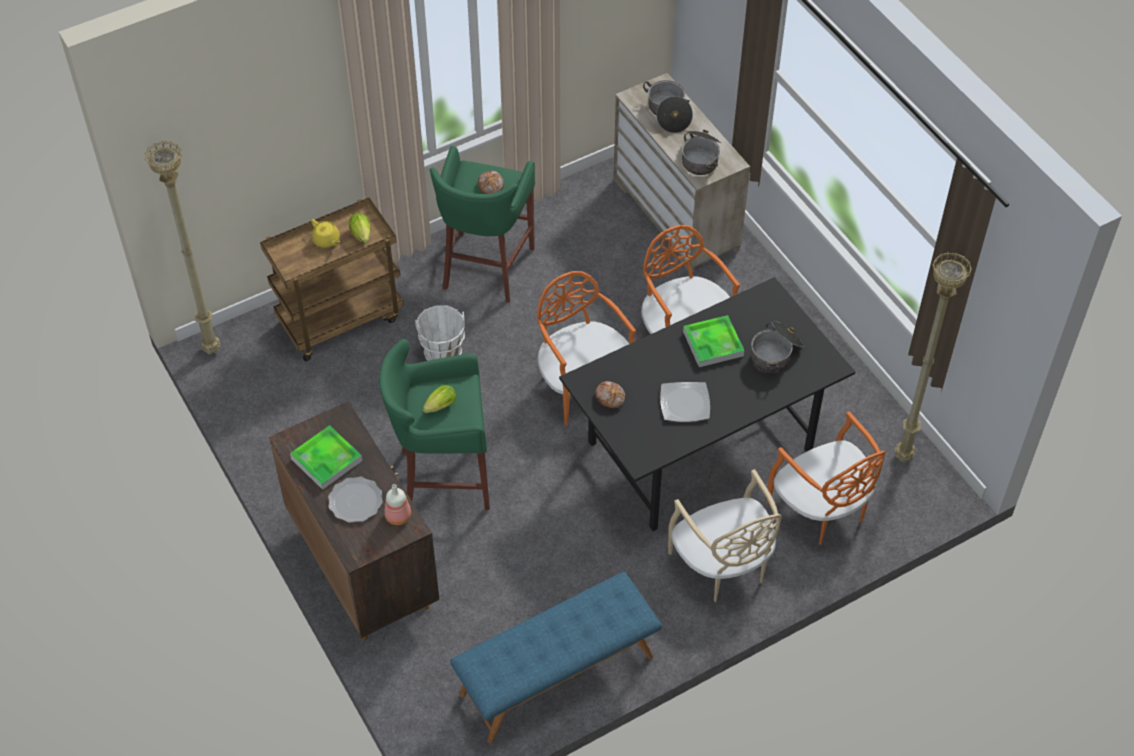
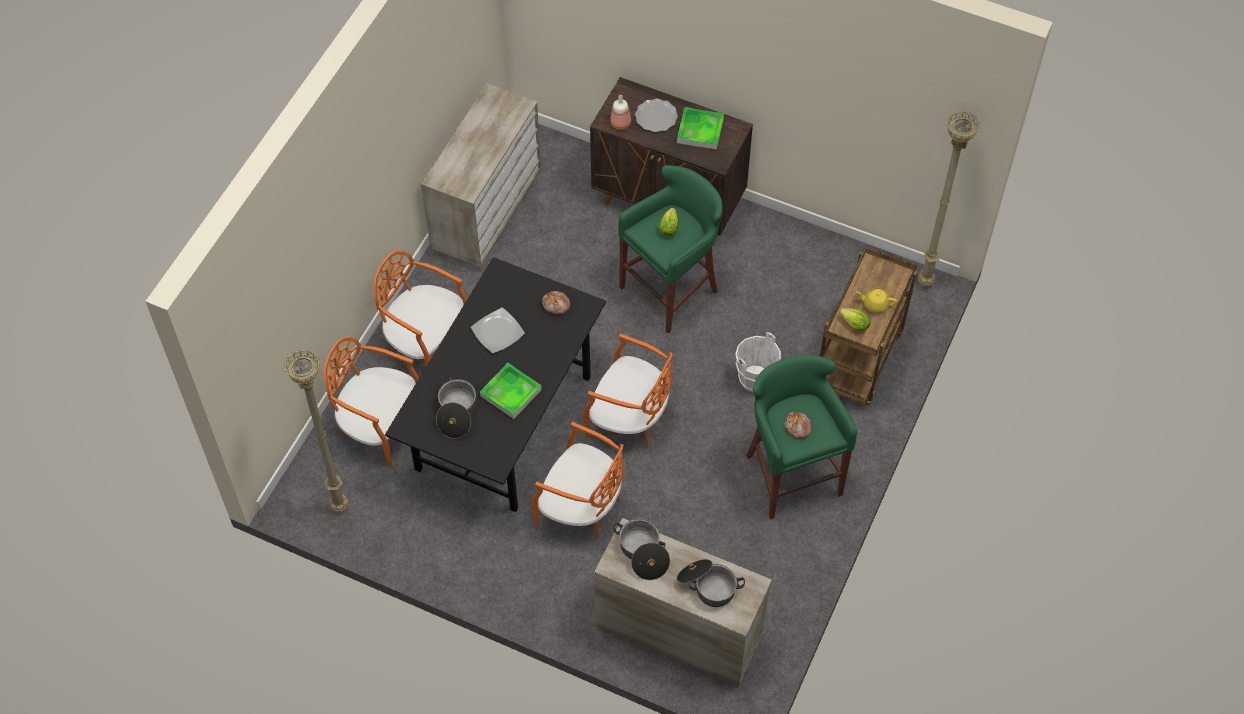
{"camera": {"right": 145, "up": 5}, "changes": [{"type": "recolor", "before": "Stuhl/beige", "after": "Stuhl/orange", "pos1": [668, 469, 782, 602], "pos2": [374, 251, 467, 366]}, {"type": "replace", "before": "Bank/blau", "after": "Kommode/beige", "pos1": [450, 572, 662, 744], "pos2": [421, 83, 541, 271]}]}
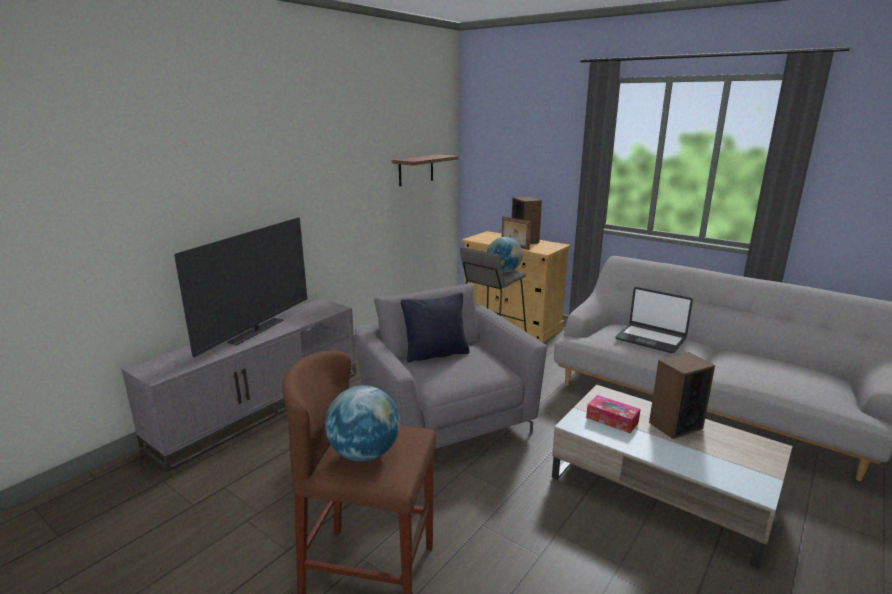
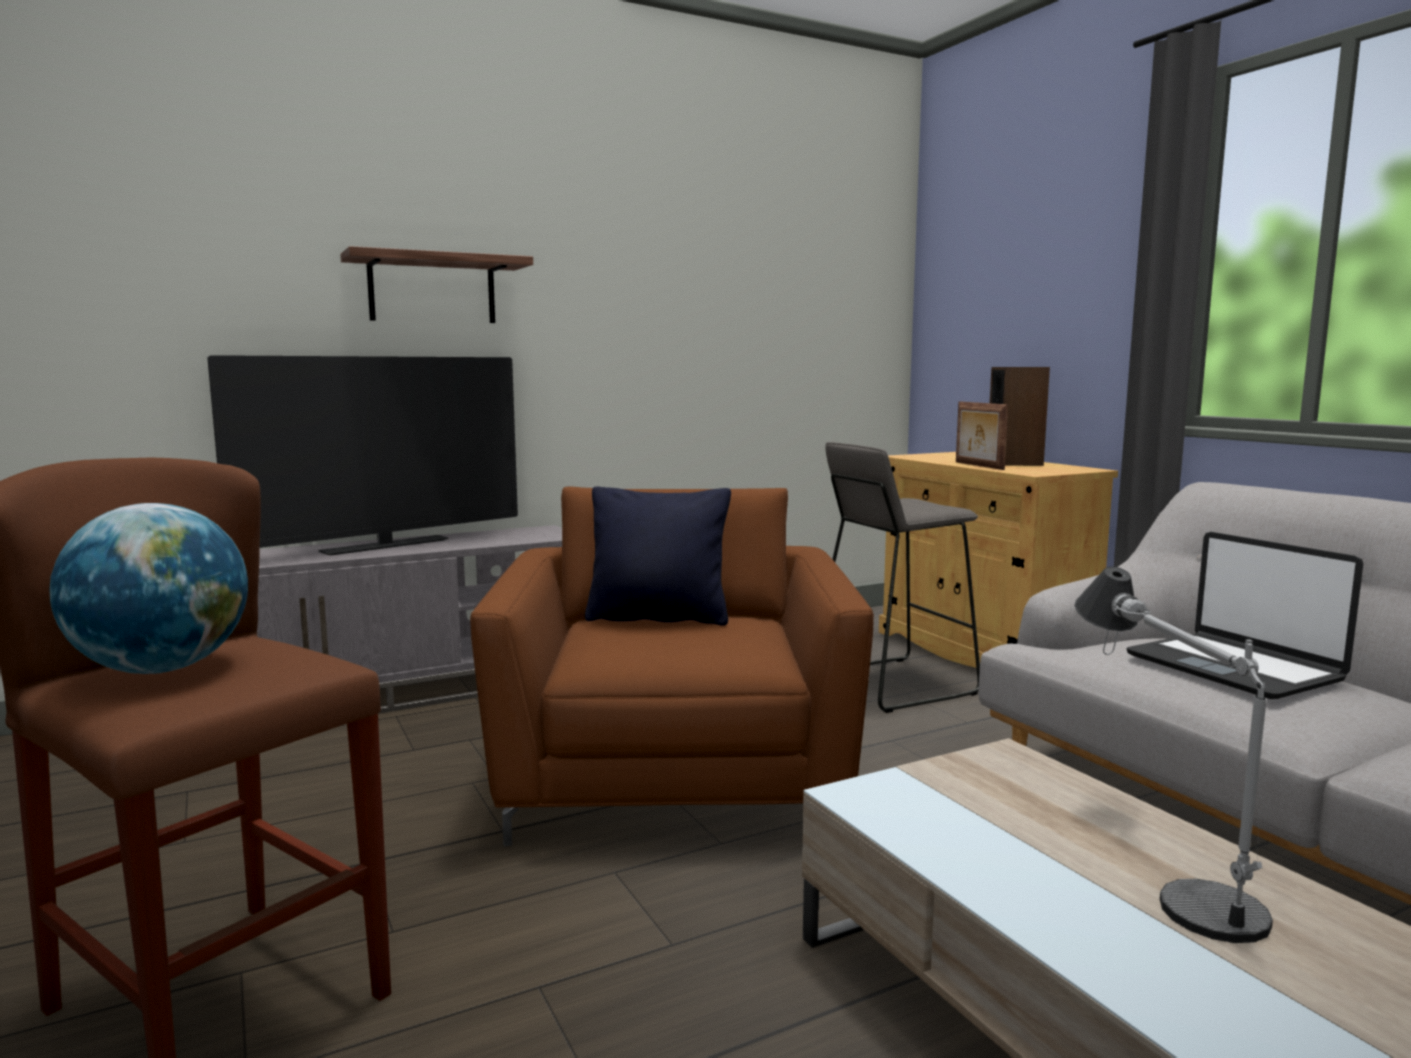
{"camera": {"right": 25, "up": -10}, "changes": [{"type": "move", "before": "Wandregal", "pos1": [392, 154, 459, 186], "pos2": [340, 246, 533, 323]}, {"type": "delete", "before": "Globus", "pos1": [487, 237, 523, 272]}, {"type": "recolor", "before": "Sessel/grau", "after": "Sessel/braun", "pos1": [355, 283, 547, 449], "pos2": [470, 487, 874, 846]}, {"type": "replace", "before": "Lautsprecher", "after": "Tischlampe", "pos1": [649, 352, 715, 439], "pos2": [1074, 566, 1273, 943]}, {"type": "delete", "before": "Taschentuchbox", "pos1": [586, 395, 641, 433]}]}
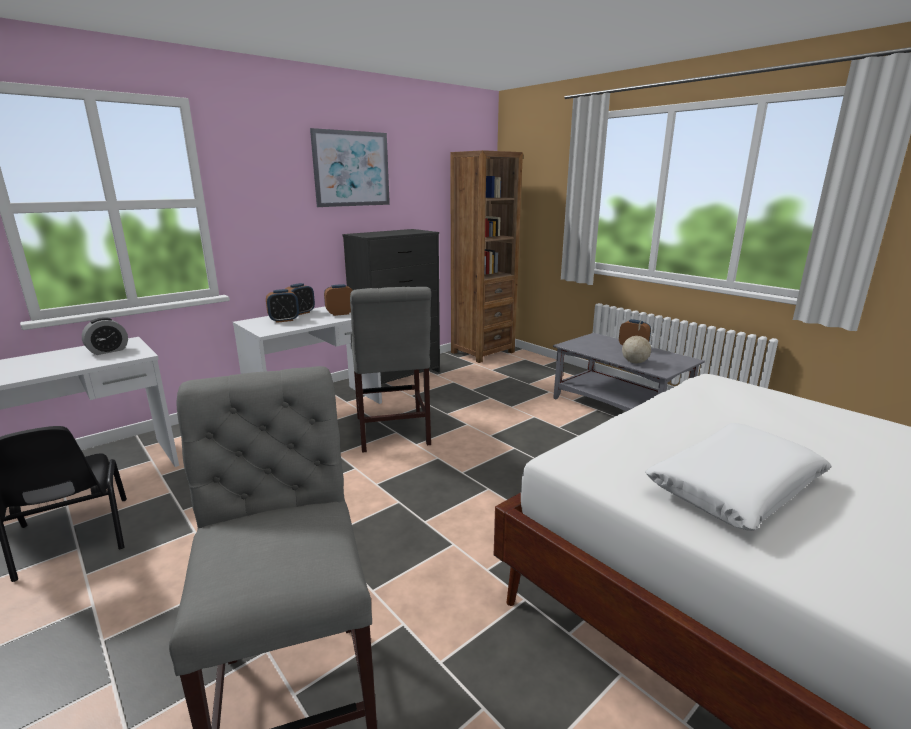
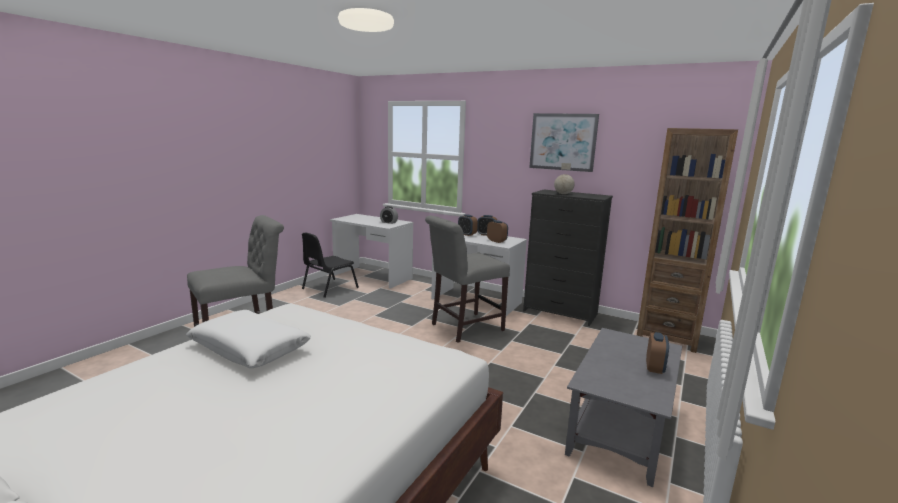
{"camera": {"right": 70, "up": -5}, "changes": [{"type": "move", "before": "Globus", "pos1": [622, 321, 651, 364], "pos2": [554, 163, 575, 194]}]}
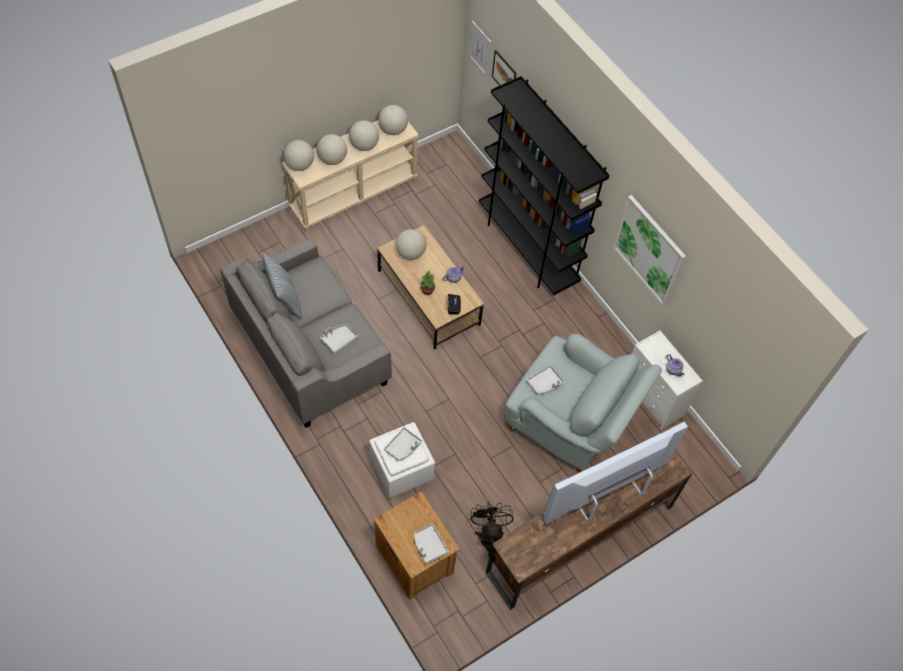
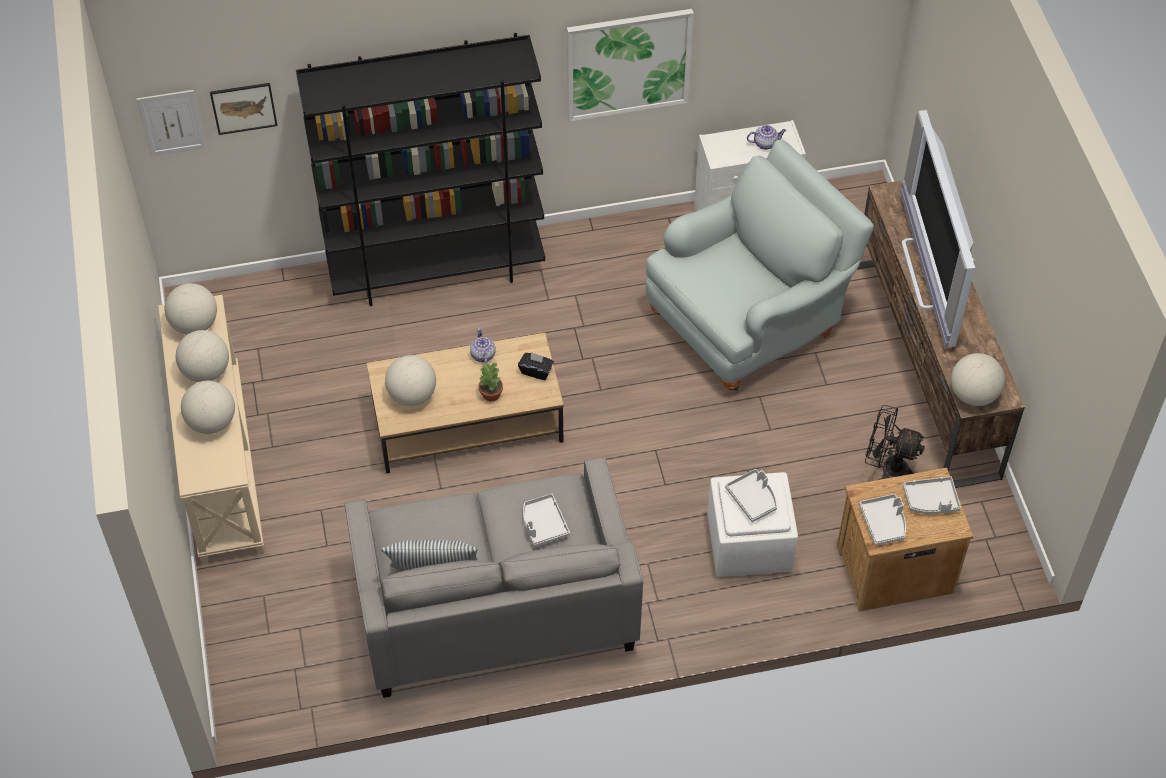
{"camera": {"right": -65, "up": -5}, "changes": [{"type": "move", "before": "Globus", "pos1": [283, 140, 314, 171], "pos2": [951, 353, 1005, 406]}, {"type": "move", "before": "Tablett/grau", "pos1": [526, 365, 564, 395], "pos2": [859, 494, 906, 545]}]}
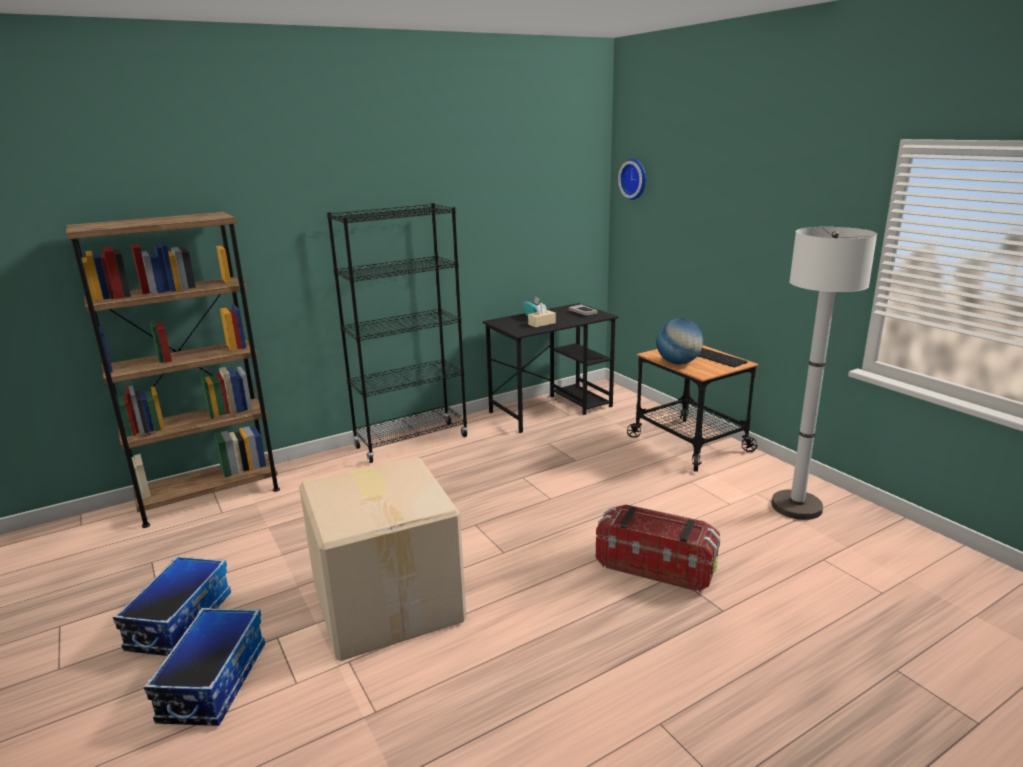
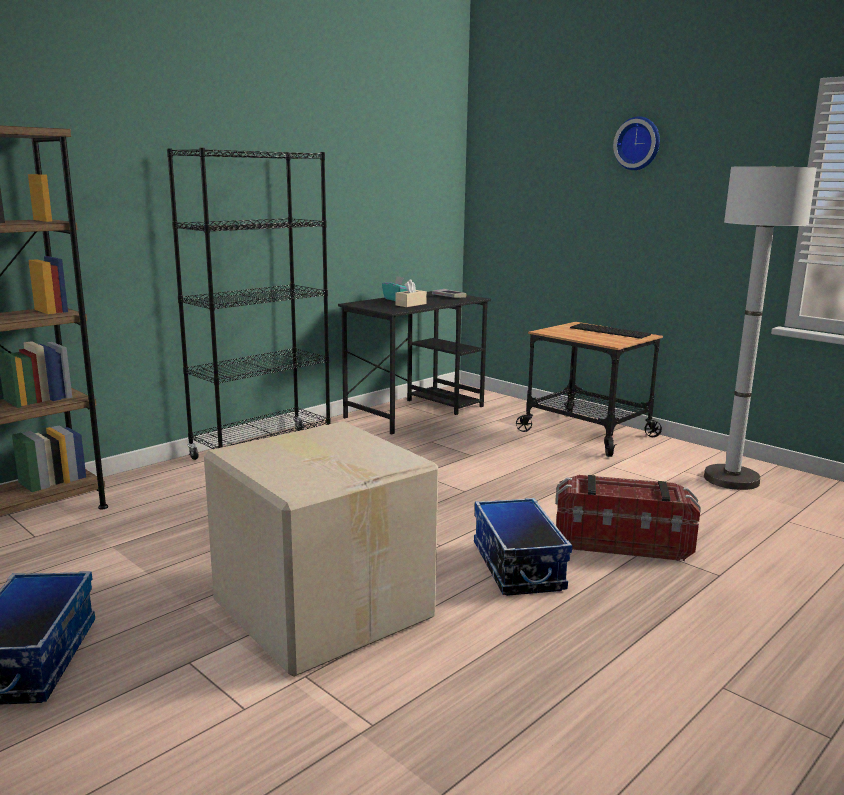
{"camera": {"right": -15, "up": -5}, "changes": [{"type": "move", "before": "Wanduhr", "pos1": [618, 159, 646, 200], "pos2": [613, 116, 660, 170]}, {"type": "delete", "before": "Globus", "pos1": [656, 318, 703, 364]}, {"type": "move", "before": "Aufbewahrungsbox", "pos1": [144, 608, 265, 726], "pos2": [474, 498, 572, 596]}]}
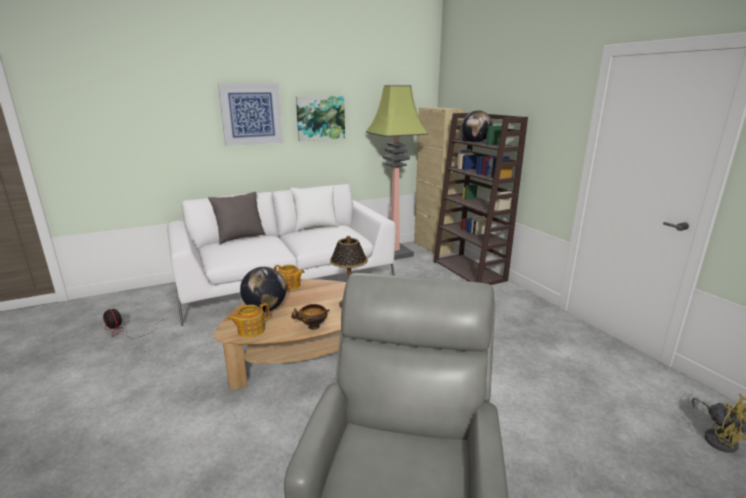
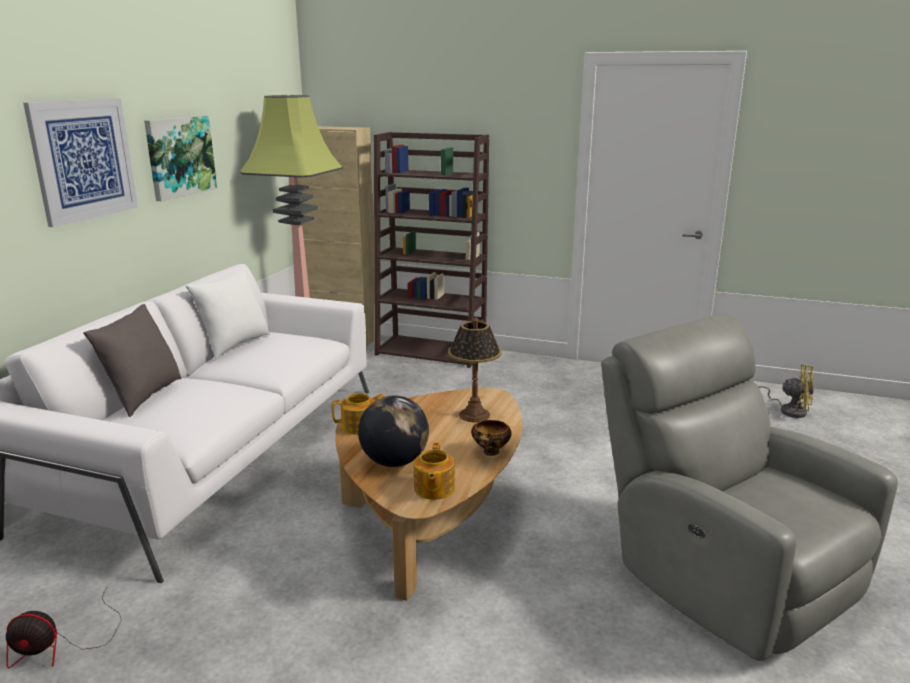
{"camera": {"right": -45, "up": 0}, "changes": [{"type": "delete", "before": "Globus", "pos1": [461, 110, 493, 142]}]}
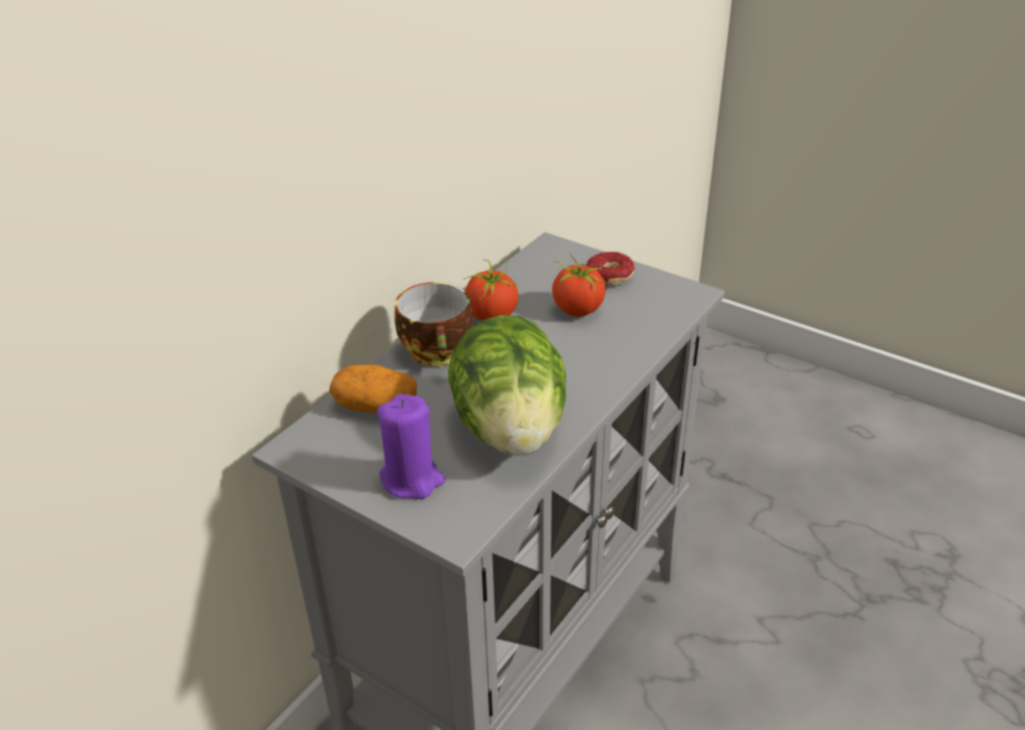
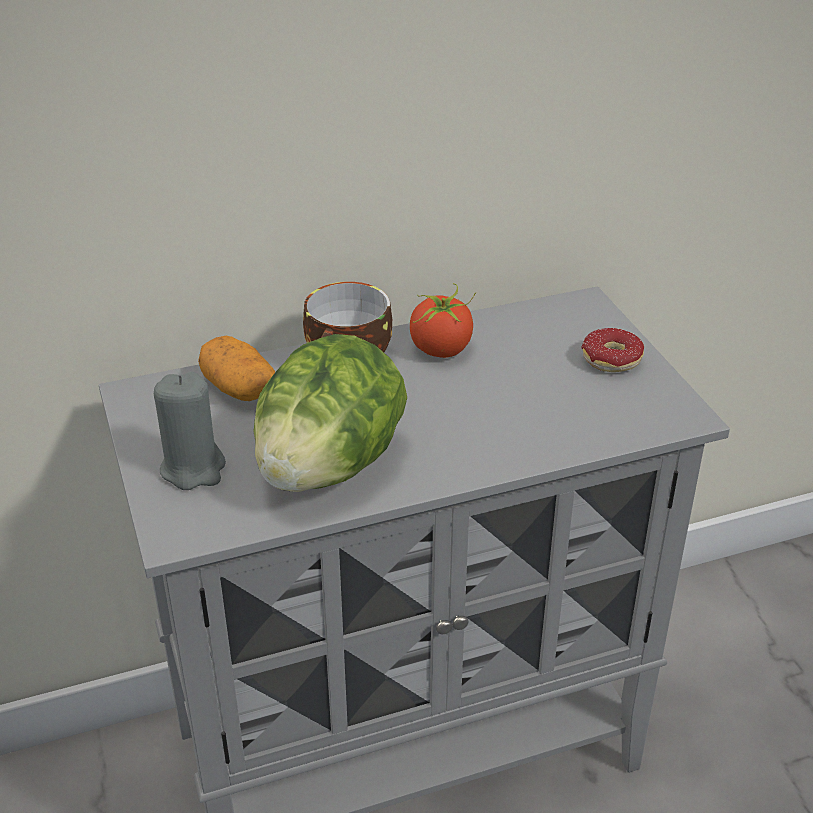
{"camera": {"right": 35, "up": 0}, "changes": [{"type": "delete", "before": "Tomate", "pos1": [552, 254, 606, 317]}, {"type": "recolor", "before": "Kerze/lila", "after": "Kerze/grau", "pos1": [377, 394, 445, 499], "pos2": [154, 372, 226, 490]}]}
